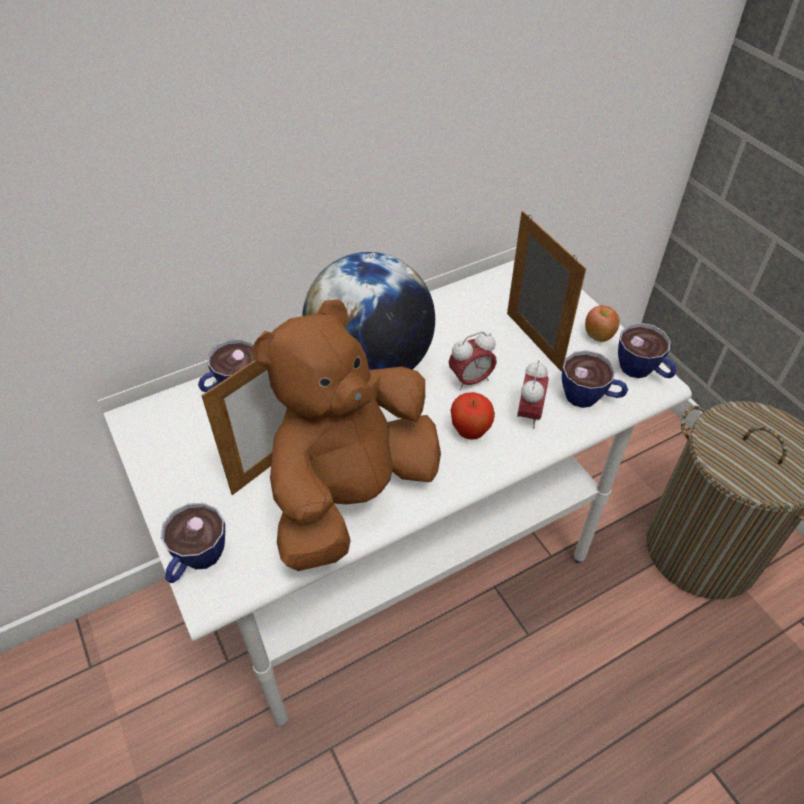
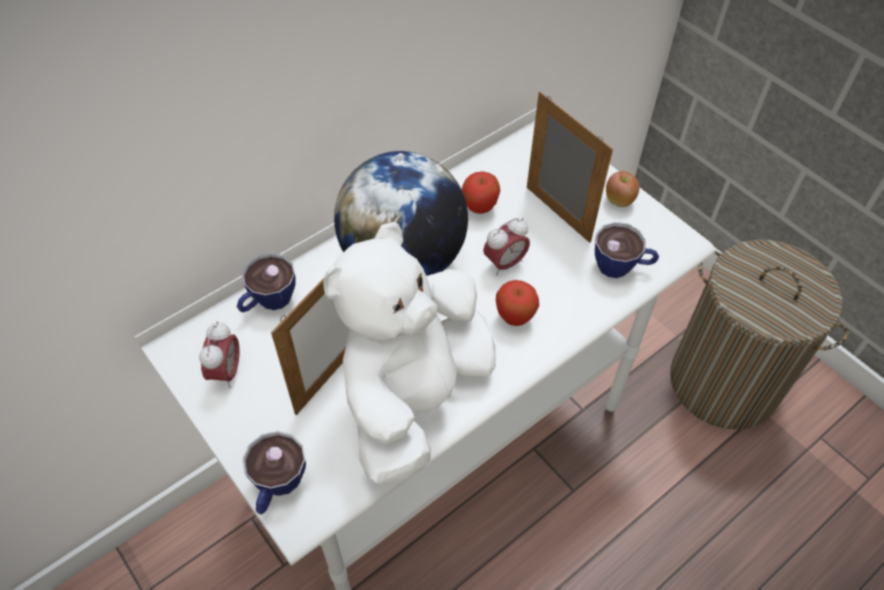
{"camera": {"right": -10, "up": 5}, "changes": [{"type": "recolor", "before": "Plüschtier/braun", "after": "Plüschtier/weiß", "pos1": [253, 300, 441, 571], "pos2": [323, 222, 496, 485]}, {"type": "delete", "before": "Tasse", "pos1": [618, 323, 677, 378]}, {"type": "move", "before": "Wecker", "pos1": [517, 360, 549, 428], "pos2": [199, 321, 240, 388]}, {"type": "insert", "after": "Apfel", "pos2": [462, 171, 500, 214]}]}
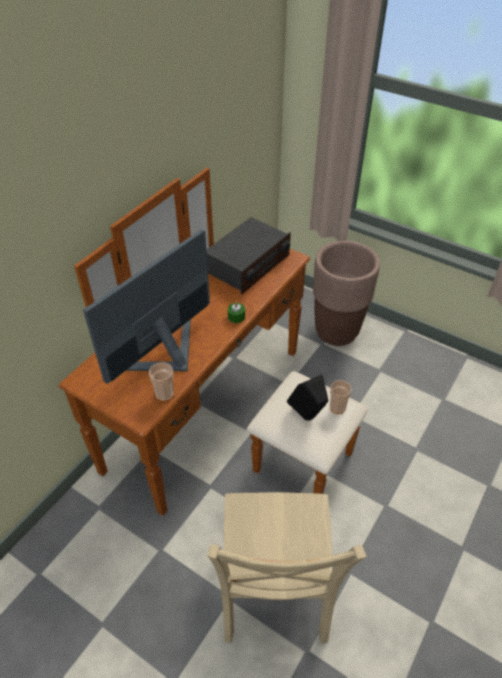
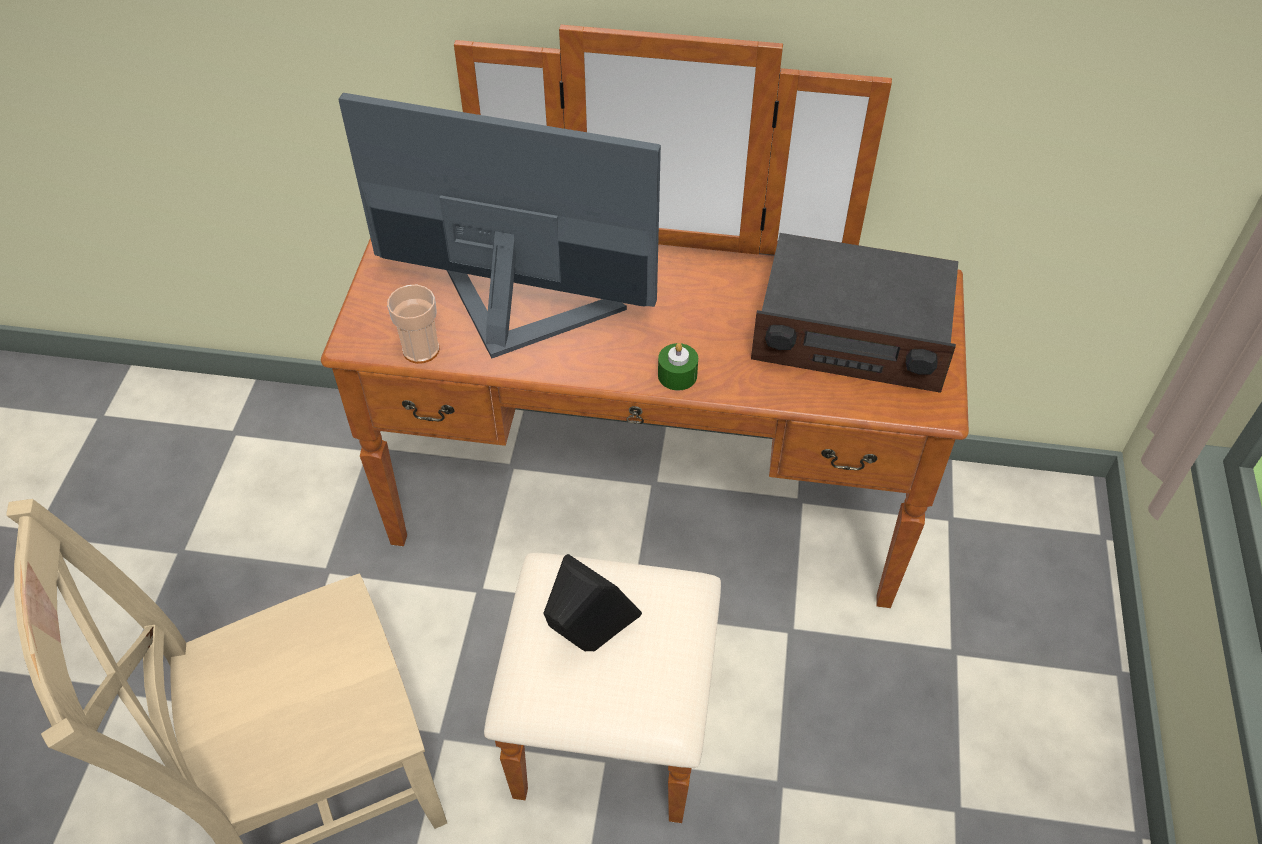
{"camera": {"right": 65, "up": 5}, "changes": [{"type": "delete", "before": "Pflanzkübel/braun", "pos1": [313, 241, 380, 346]}, {"type": "delete", "before": "Tasse", "pos1": [330, 380, 352, 414]}]}
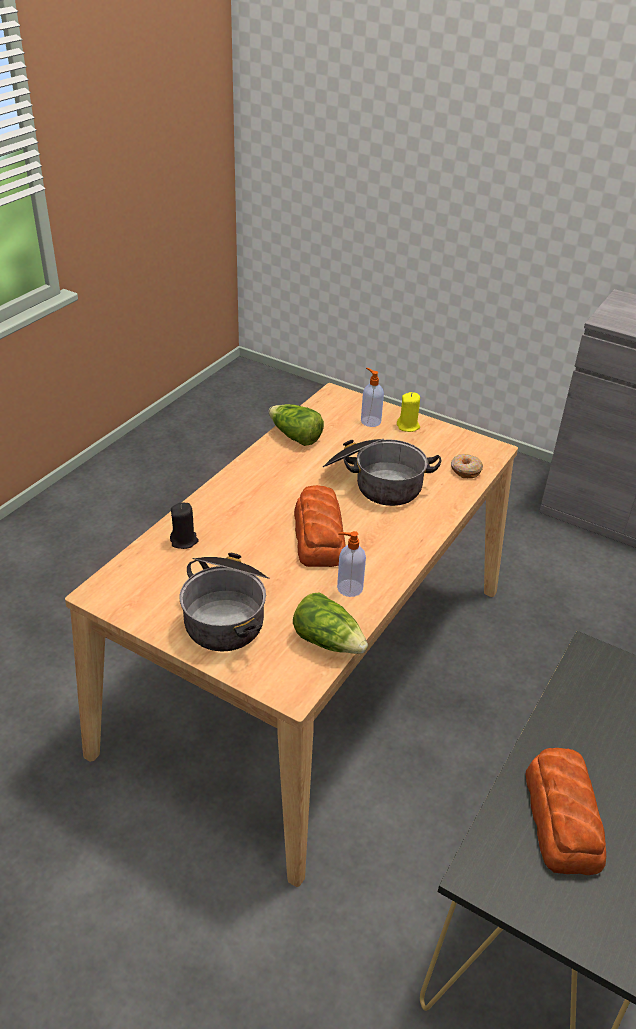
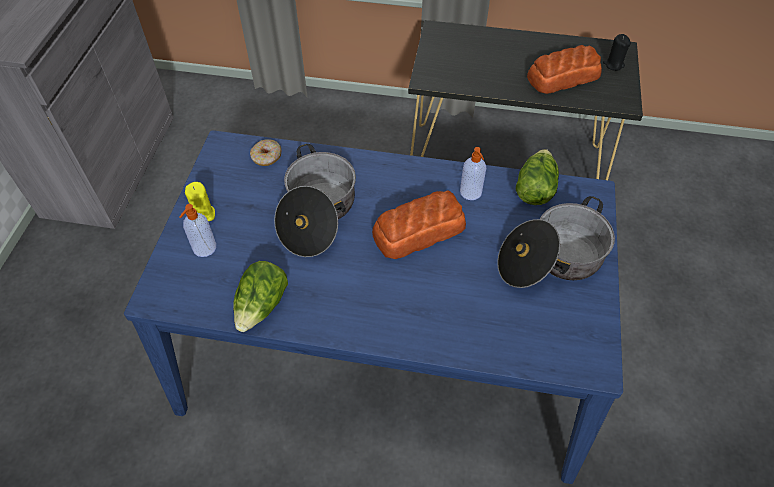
{"camera": {"right": -110, "up": 15}, "changes": [{"type": "recolor", "before": "Esstisch/beige", "after": "Esstisch/blau", "pos1": [65, 383, 518, 887], "pos2": [124, 130, 623, 484]}, {"type": "move", "before": "Kerze/schwarz", "pos1": [170, 502, 199, 549], "pos2": [603, 34, 631, 71]}]}
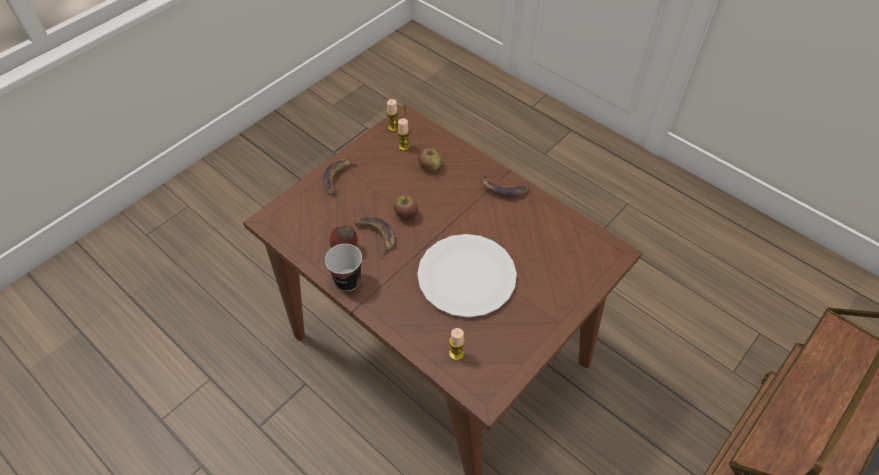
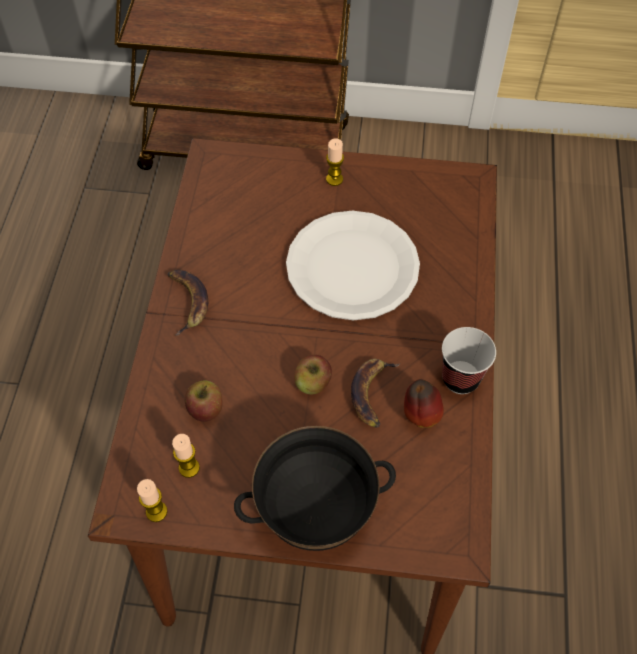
{"camera": {"right": -125, "up": 5}, "changes": [{"type": "replace", "before": "Banane", "after": "Schüssel/schwarz", "pos1": [323, 159, 360, 195], "pos2": [234, 426, 396, 551]}, {"type": "move", "before": "Kerze", "pos1": [449, 328, 465, 361], "pos2": [326, 138, 344, 186]}]}
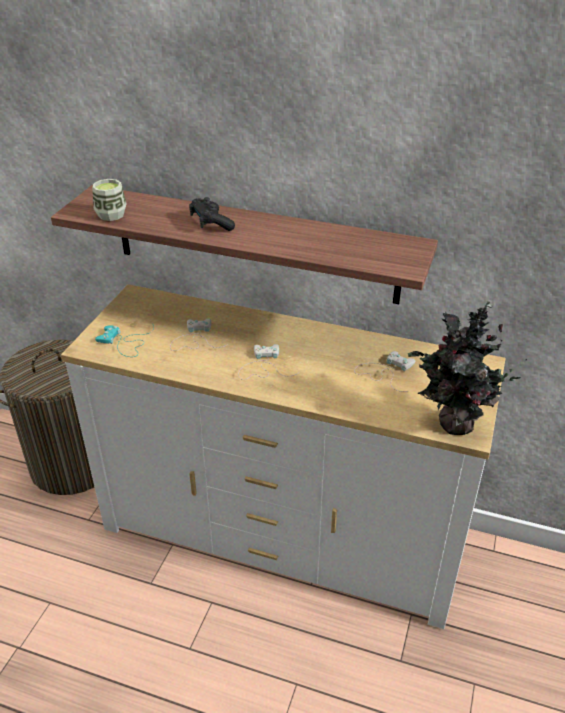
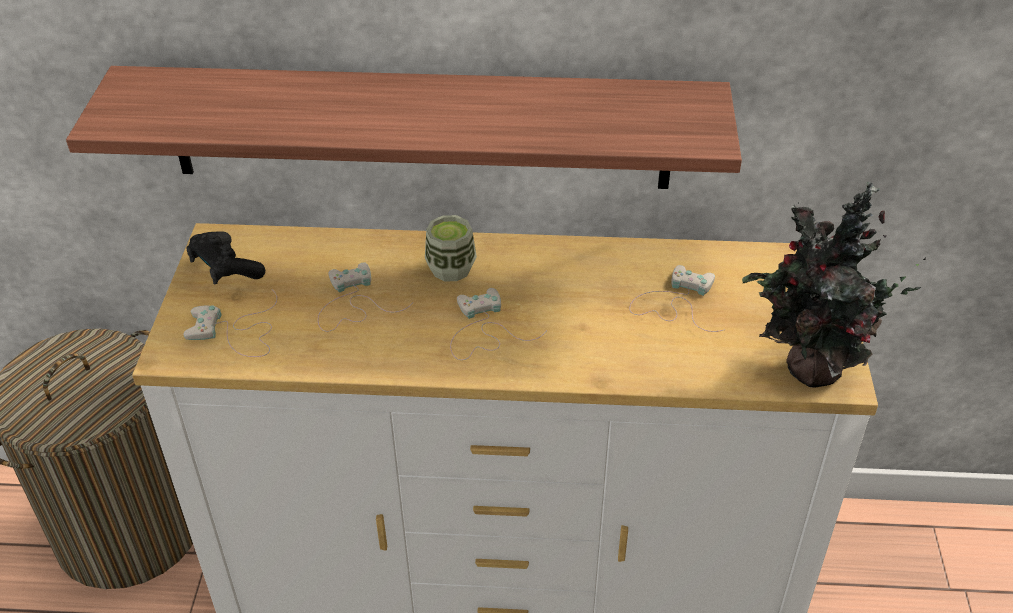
{"camera": {"right": -15, "up": 5}, "changes": [{"type": "move", "before": "Tasse", "pos1": [92, 179, 127, 221], "pos2": [425, 215, 477, 281]}, {"type": "move", "before": "Gamepad/schwarz", "pos1": [189, 197, 235, 231], "pos2": [187, 231, 265, 285]}, {"type": "recolor", "before": "Gamepad/türkis", "after": "Gamepad/weiß", "pos1": [95, 325, 154, 357], "pos2": [183, 289, 277, 357]}]}
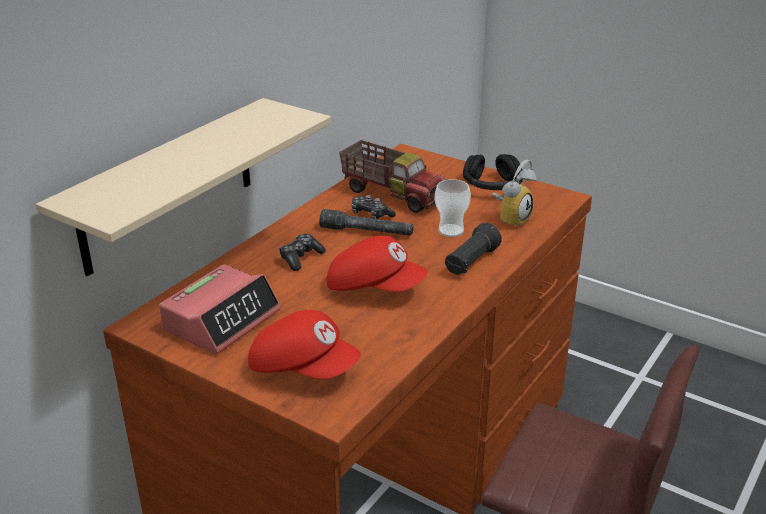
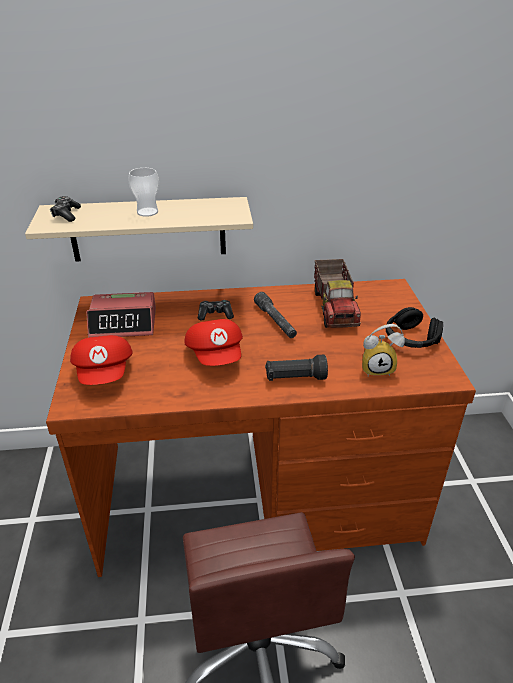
{"camera": {"right": 50, "up": 5}, "changes": [{"type": "move", "before": "Tasse", "pos1": [435, 179, 471, 237], "pos2": [128, 168, 159, 217]}, {"type": "move", "before": "Gamepad", "pos1": [351, 195, 396, 219], "pos2": [50, 196, 81, 222]}]}
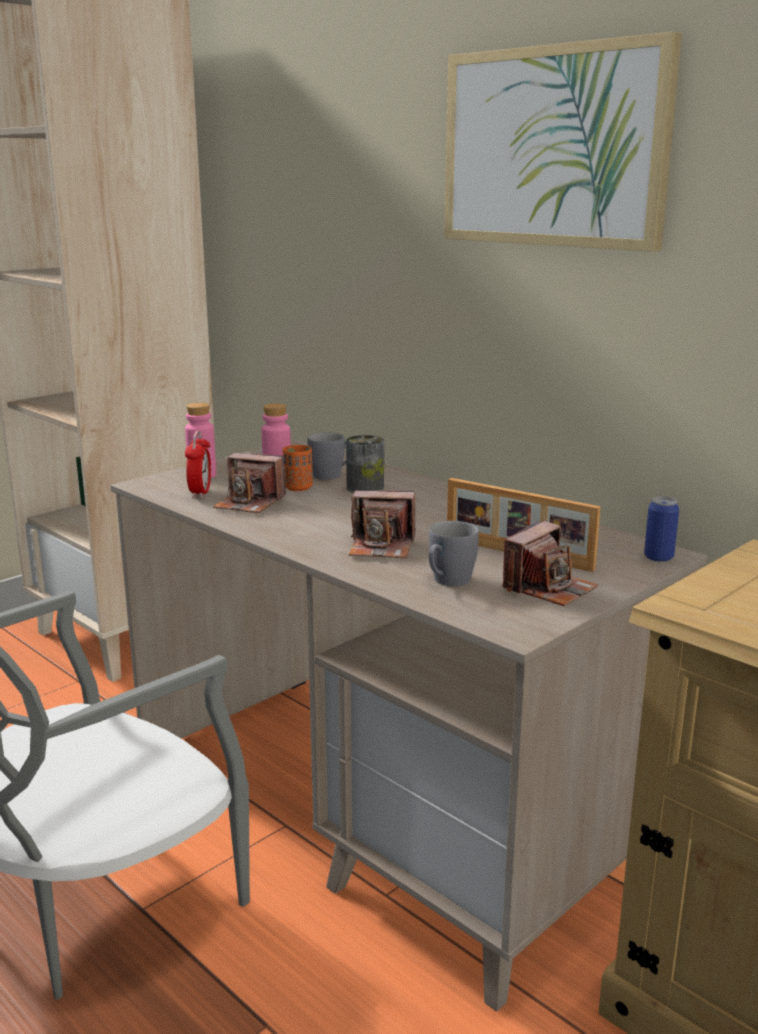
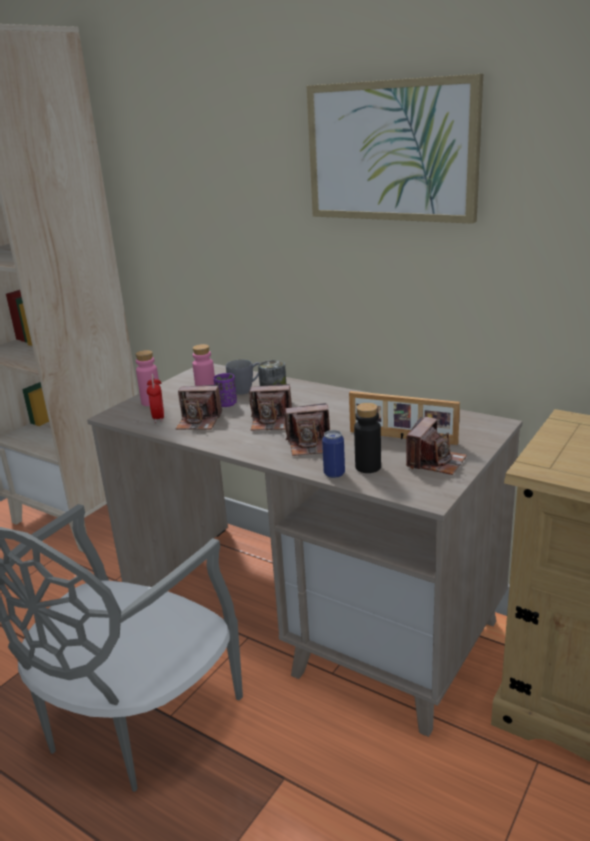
{"camera": {"right": -10, "up": 5}, "changes": [{"type": "recolor", "before": "Tasse/orange", "after": "Tasse/lila", "pos1": [283, 445, 313, 491], "pos2": [214, 373, 237, 407]}, {"type": "move", "before": "Dose", "pos1": [644, 496, 679, 562], "pos2": [322, 430, 345, 478]}, {"type": "replace", "before": "Henkelbecher/grau", "after": "Flasche/schwarz", "pos1": [429, 521, 479, 586], "pos2": [354, 403, 381, 473]}, {"type": "insert", "after": "Kamera", "pos2": [249, 384, 292, 431]}]}
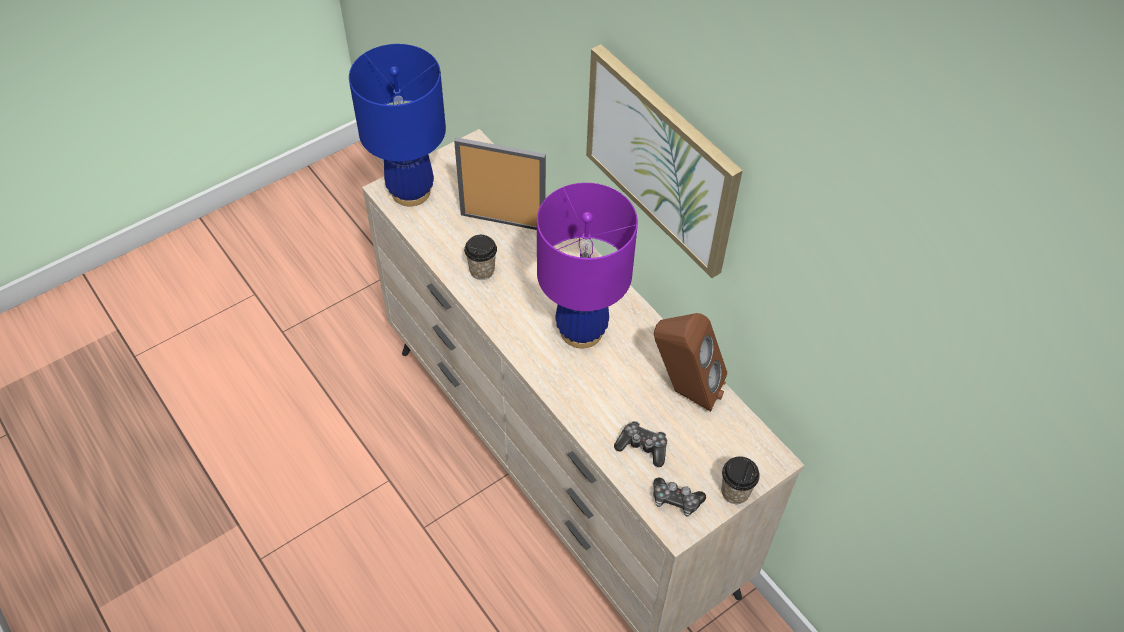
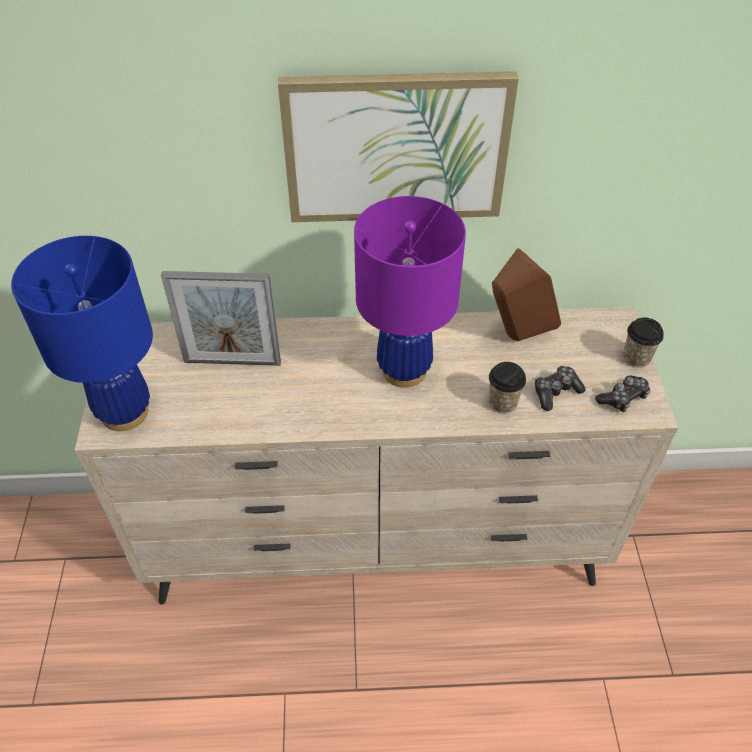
{"camera": {"right": -55, "up": -5}, "changes": [{"type": "rotate", "before": "Bilderrahmen", "pos1": [454, 137, 546, 230], "pos2": [161, 271, 281, 366], "turn": -135}, {"type": "move", "before": "Tasse", "pos1": [464, 235, 497, 280], "pos2": [489, 362, 526, 414]}]}
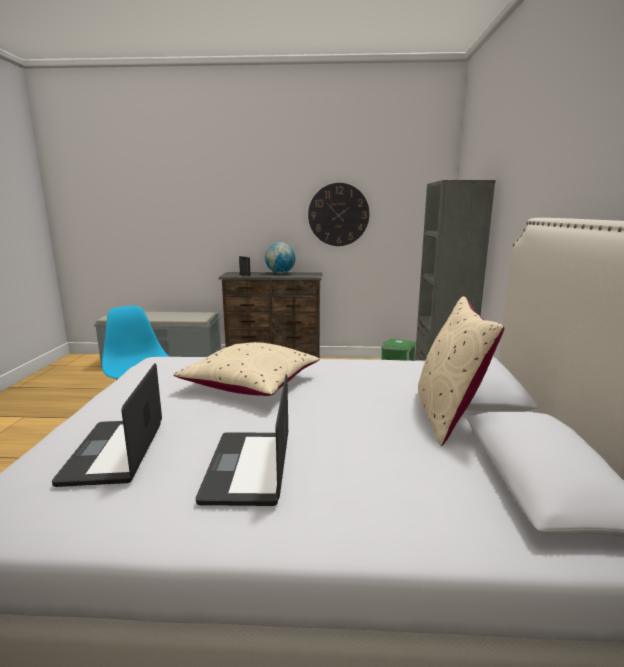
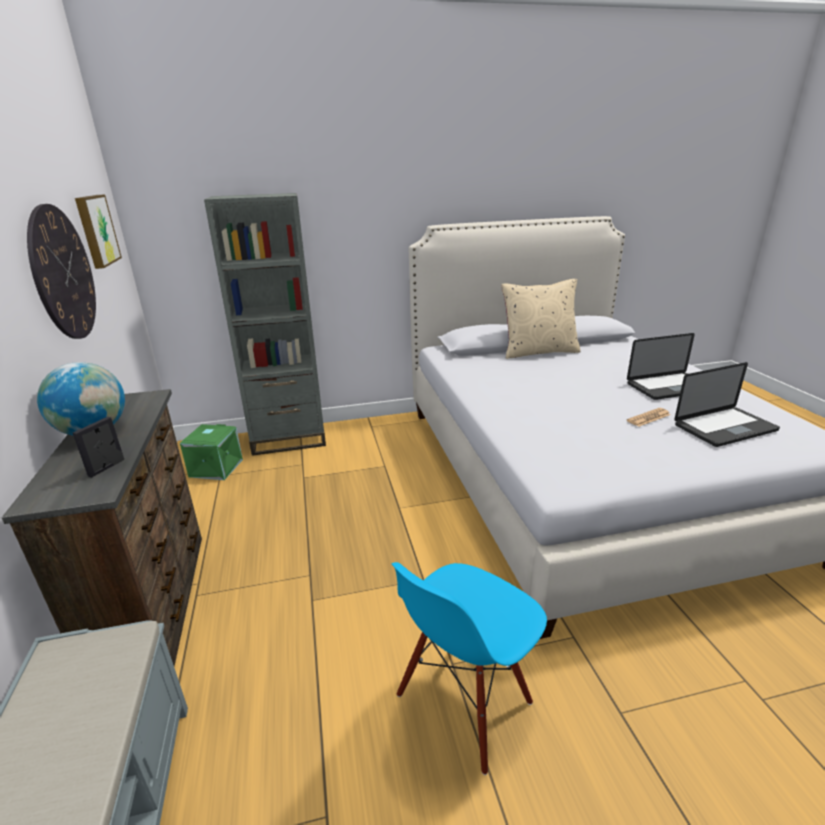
{"camera": {"right": -105, "up": 10}, "changes": [{"type": "delete", "before": "Kissen/beige", "pos1": [173, 342, 320, 396]}, {"type": "insert", "after": "Bild", "pos2": [75, 195, 122, 269]}, {"type": "insert", "after": "Zeitung", "pos2": [627, 408, 671, 427]}]}
